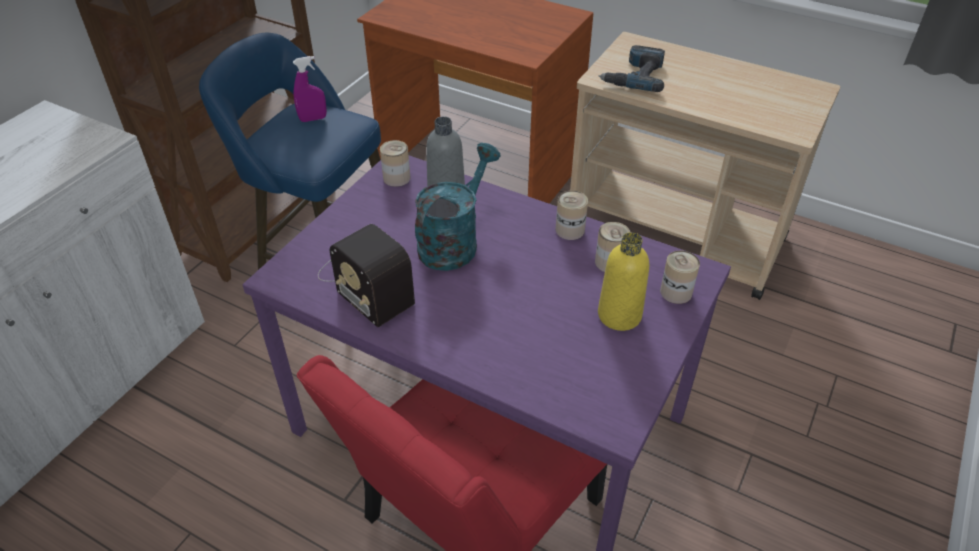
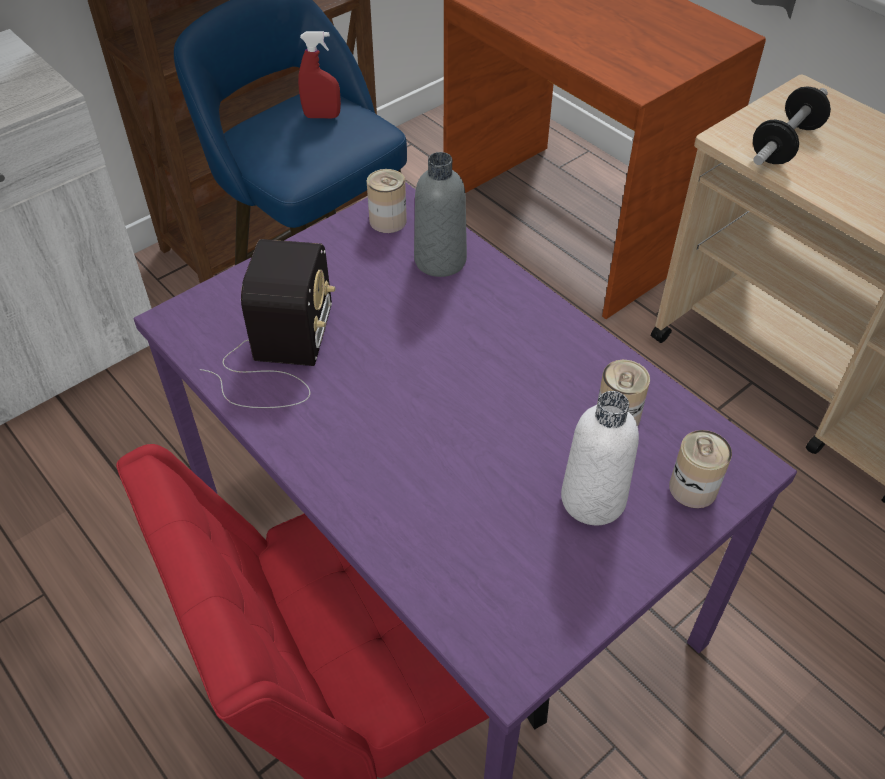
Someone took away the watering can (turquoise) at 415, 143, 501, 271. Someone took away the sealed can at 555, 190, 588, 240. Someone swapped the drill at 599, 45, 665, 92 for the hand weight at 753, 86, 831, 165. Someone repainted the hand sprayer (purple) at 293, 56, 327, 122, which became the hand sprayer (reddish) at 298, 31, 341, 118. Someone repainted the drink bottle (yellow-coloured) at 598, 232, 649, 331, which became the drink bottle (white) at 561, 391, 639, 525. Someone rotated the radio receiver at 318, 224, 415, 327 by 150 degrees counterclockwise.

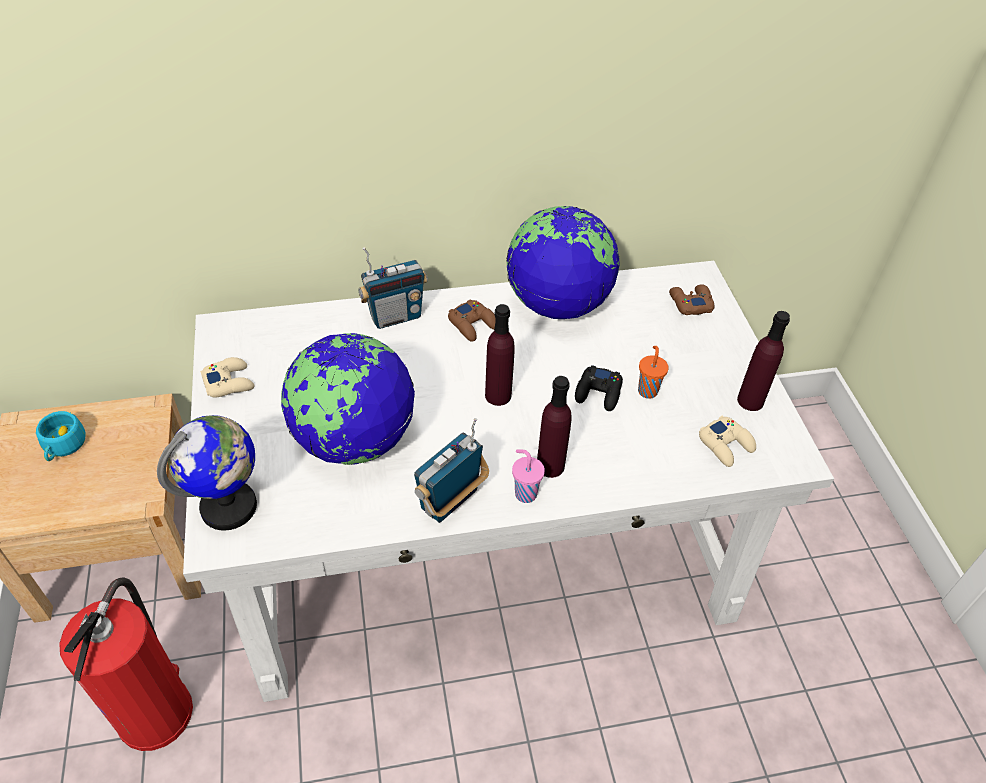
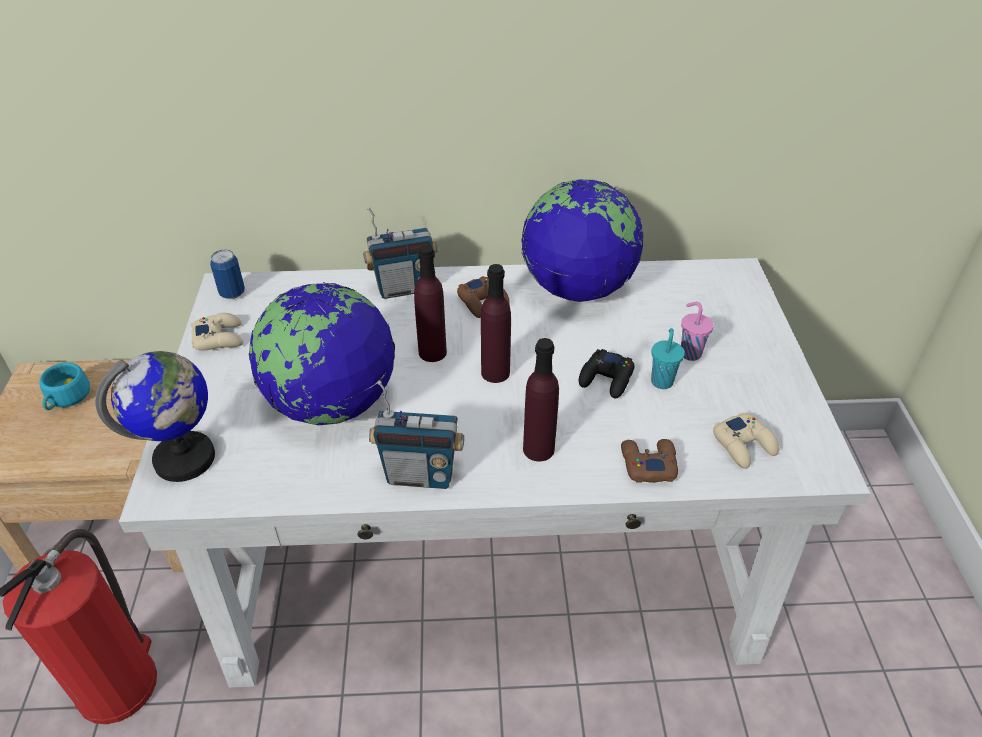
Someone put down the sealed can at 210, 249, 245, 299. Someone carried the small cup (pink) from 512, 450, 545, 503 to 681, 302, 714, 361. Someone carried the joypad (brown-coloured) from 669, 284, 715, 315 to 621, 439, 678, 483. Someone carried the drink bottle (purple) from 737, 311, 790, 411 to 414, 245, 447, 362. Someone repainted the small cup (orangey) at 638, 346, 669, 399, which became the small cup (turquoise) at 651, 328, 685, 389. Someone rotated the radio receiver at 414, 418, 489, 523 by 135 degrees counterclockwise.

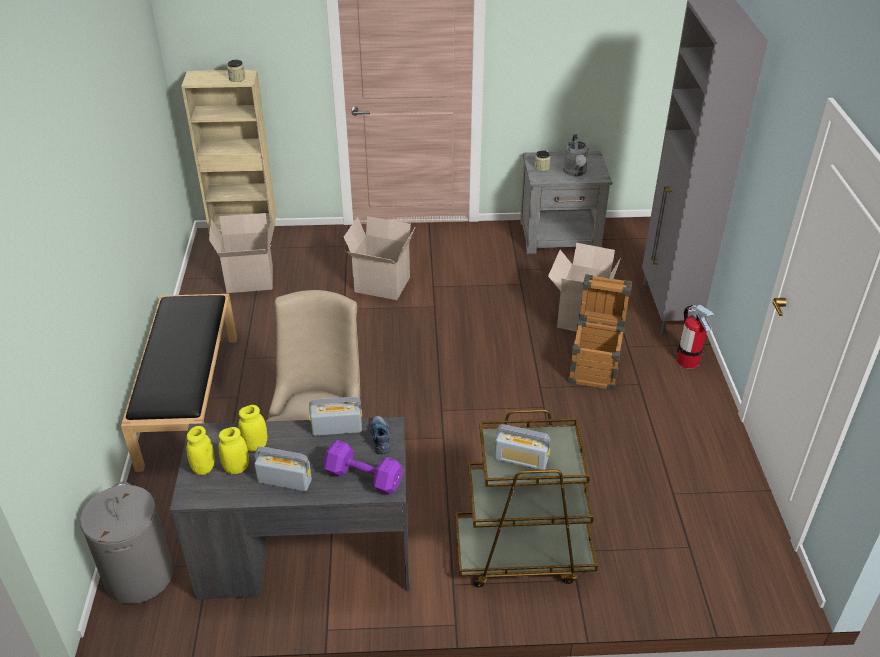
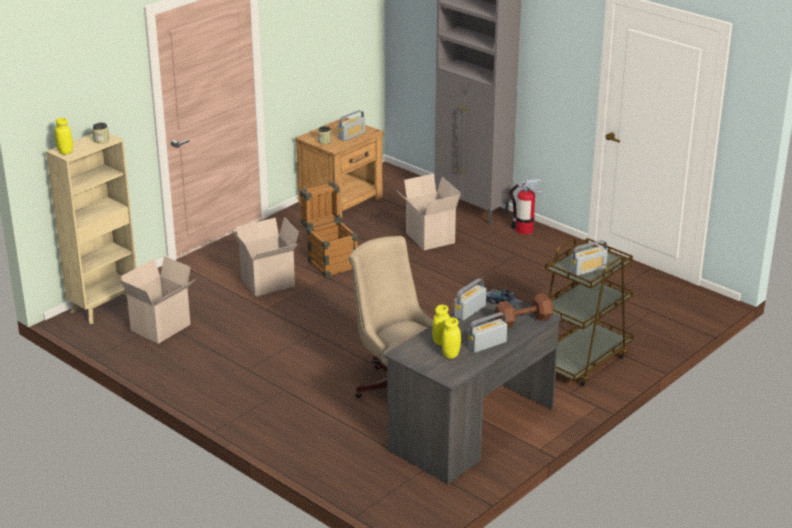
Someone took away the washing basket (gray) at 80, 482, 173, 604. Someone took away the long seat (black-coloured) at 121, 294, 237, 472. Someone carried the jar (yellow-coloured) from 186, 426, 215, 475 to 55, 118, 73, 155. Someone carried the shipping crate from 568, 274, 632, 391 to 300, 182, 358, 277. Someone swapped the watering can (gray) at 563, 134, 589, 176 for the radio receiver at 338, 110, 365, 141. Someone repainted the hand weight (purple) at 323, 440, 403, 495, which became the hand weight (brown-coloured) at 494, 294, 554, 328. Someone repainted the bedside table (gray) at 520, 151, 612, 254, which became the bedside table (brown-coloured) at 295, 117, 384, 218.

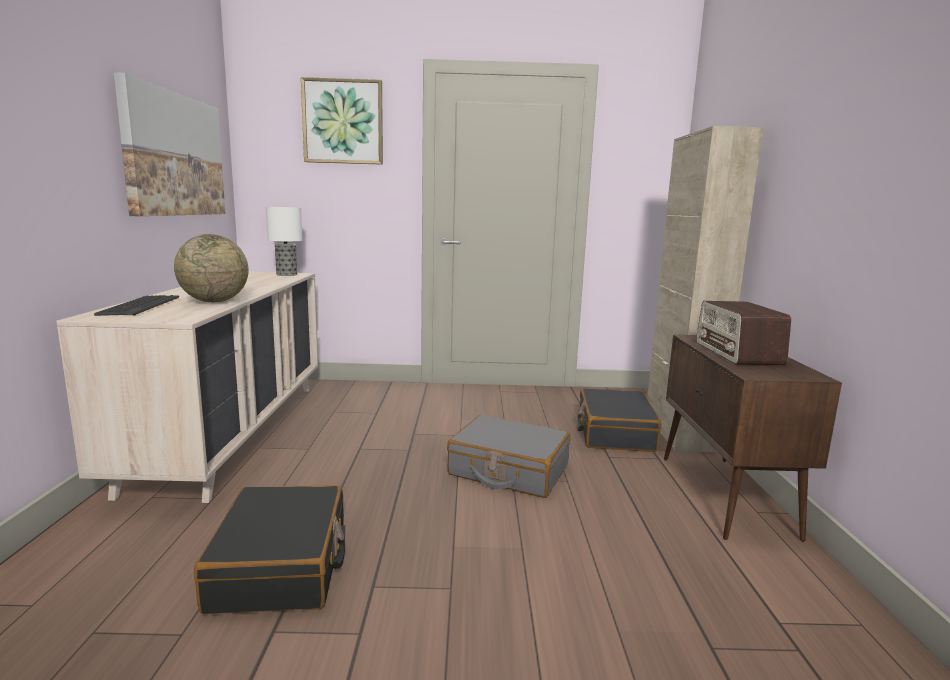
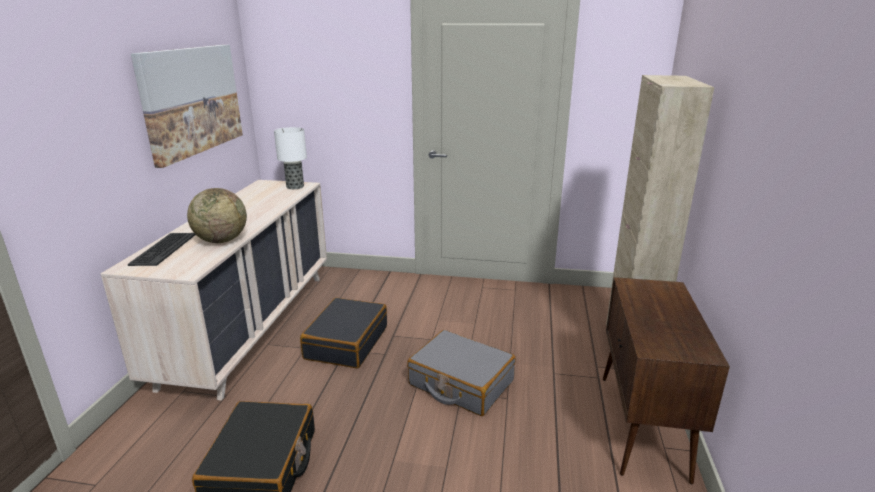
Someone took away the wall picture at 301, 77, 383, 165. Someone took away the radio receiver at 696, 301, 791, 365. Someone carried the travel case (black-coloured) from 577, 388, 661, 452 to 300, 298, 387, 368.

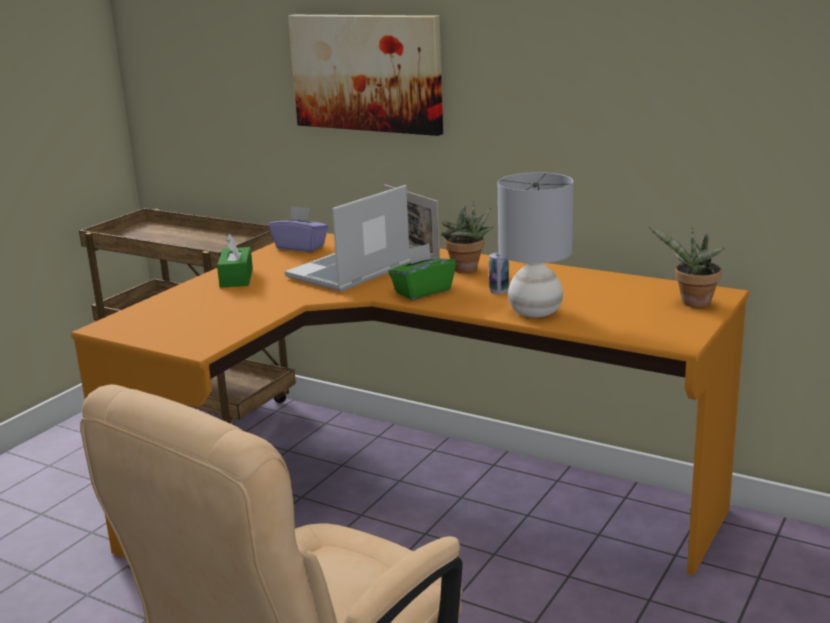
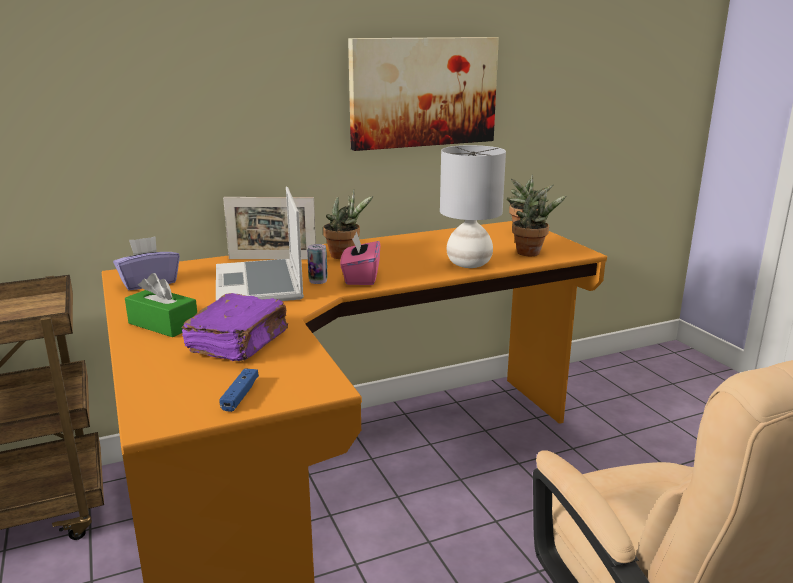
Someone put down the volume (purple) at 182, 293, 288, 361. Someone put down the joypad (bluish) at 219, 368, 259, 412. Someone put down the potted plant at 512, 188, 566, 256. Someone carried the wall picture from 288, 15, 443, 136 to 348, 37, 499, 151. Someone carried the sealed can from 489, 252, 509, 294 to 307, 244, 328, 284. Someone repainted the tissue holder (greenish) at 389, 243, 456, 300, which became the tissue holder (pink) at 340, 232, 380, 285.

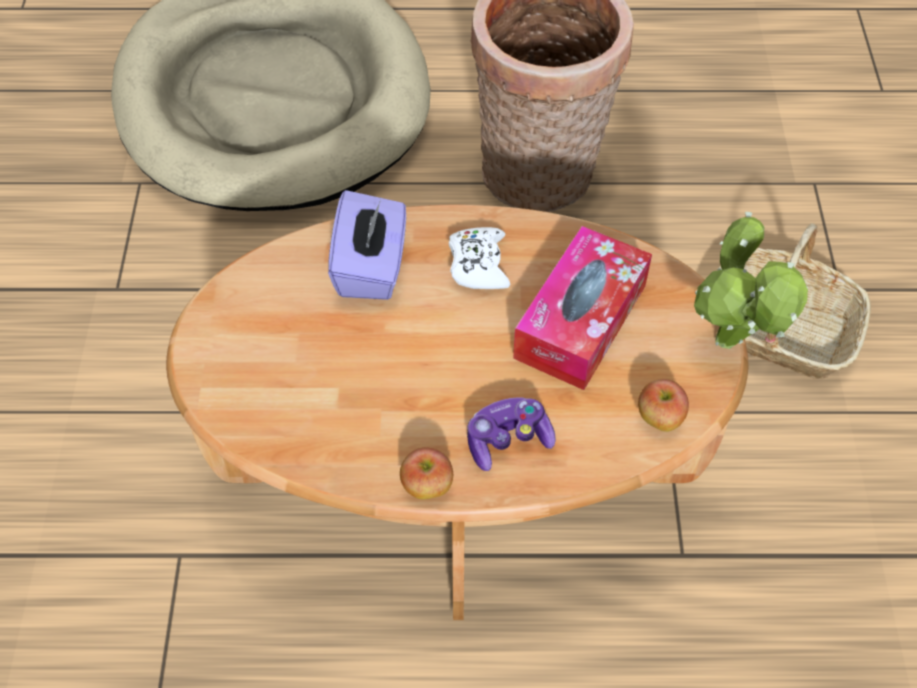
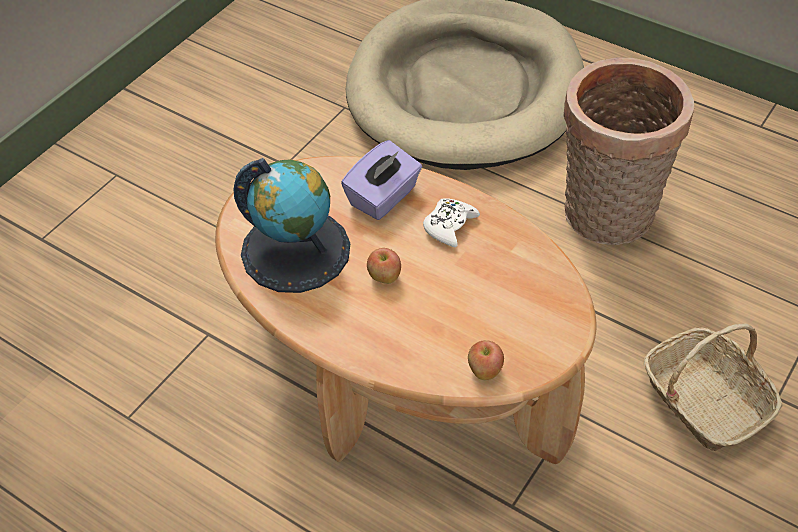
Someone took away the joypad at 467, 398, 556, 471. Someone took away the tissue holder at 513, 226, 652, 390. Someone took away the potted plant at 694, 212, 808, 349. Someone put down the desk globe at 233, 158, 350, 293. Someone carried the apple fruit from 400, 447, 453, 499 to 367, 248, 401, 284.

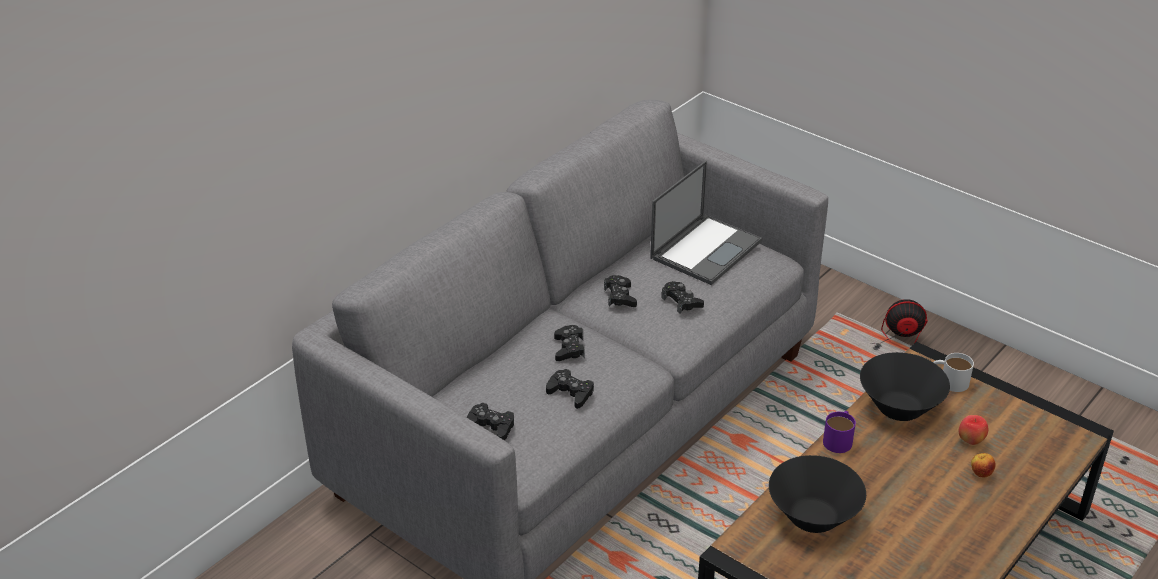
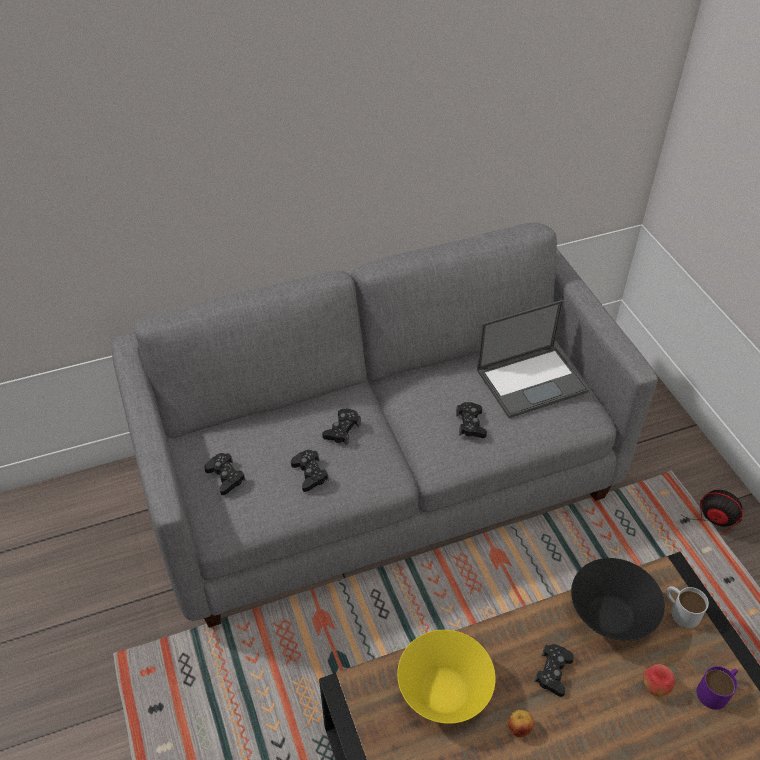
Someone carried the joypad (black-coloured) from 604, 275, 637, 307 to 534, 644, 574, 697. Someone carried the mug (purple) from 823, 411, 856, 453 to 697, 666, 738, 710. Someone carried the apple fruit from 971, 453, 996, 477 to 508, 709, 534, 737. Someone repainted the serving bowl (black-coloured) at 769, 455, 866, 533, which became the serving bowl (yellow-coloured) at 397, 630, 496, 724.

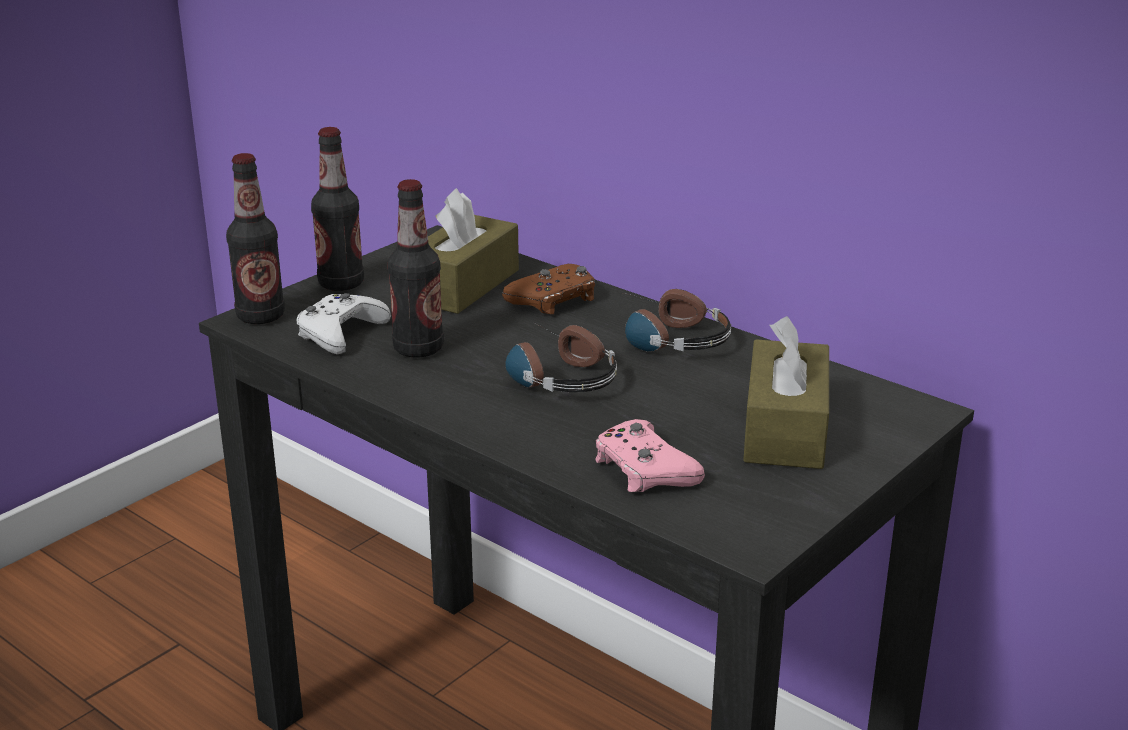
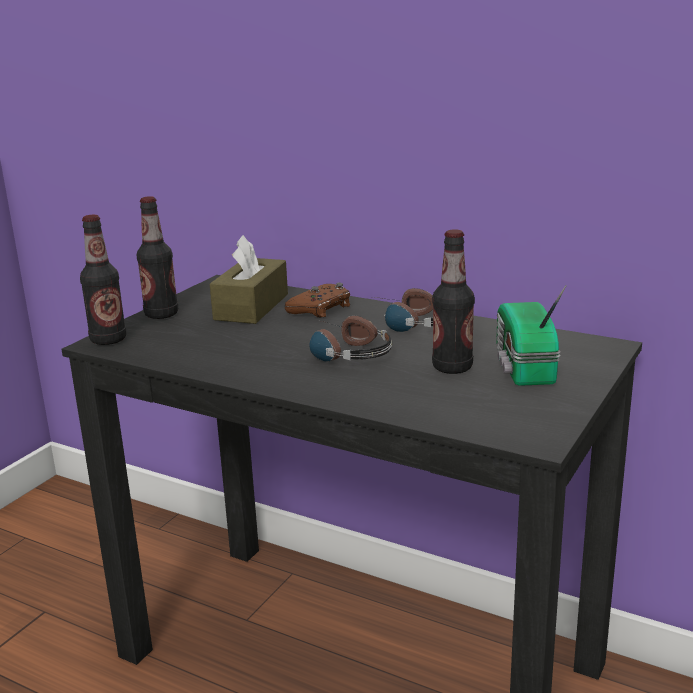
Someone took away the joypad (white) at 296, 293, 391, 354. Someone took away the joypad (pink) at 595, 419, 705, 492. Someone carried the drink bottle from 388, 179, 444, 357 to 432, 229, 475, 374. Someone swapped the tissue holder (brown-coloured) at 743, 316, 829, 469 for the radio receiver at 496, 285, 567, 386.

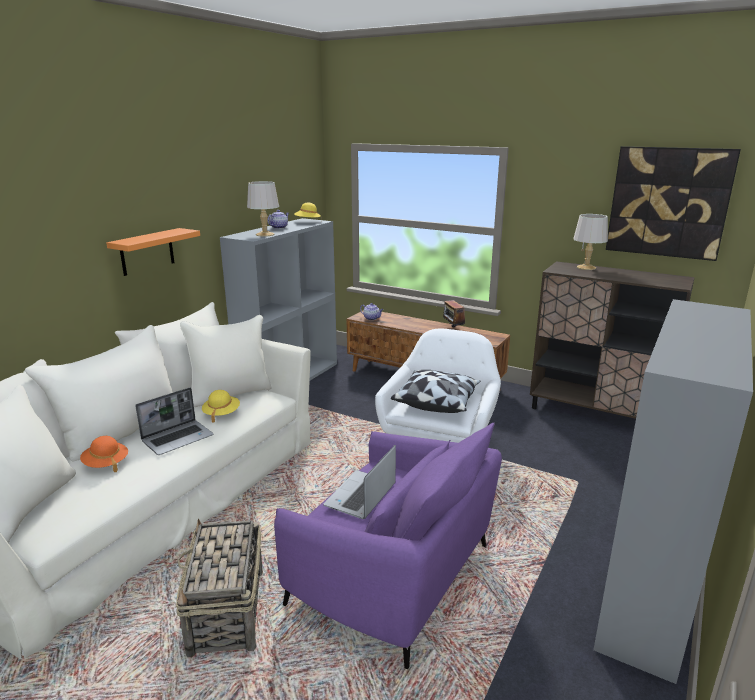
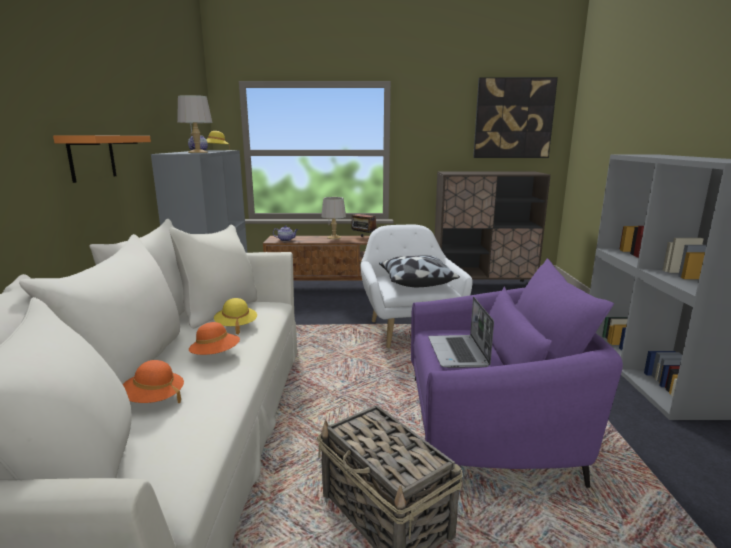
Someone carried the tabletop lamp (gray) from 573, 214, 608, 270 to 321, 197, 346, 239. Someone swapped the portable computer at 135, 387, 213, 455 for the clothing hat (orangey) at 189, 322, 240, 355.

